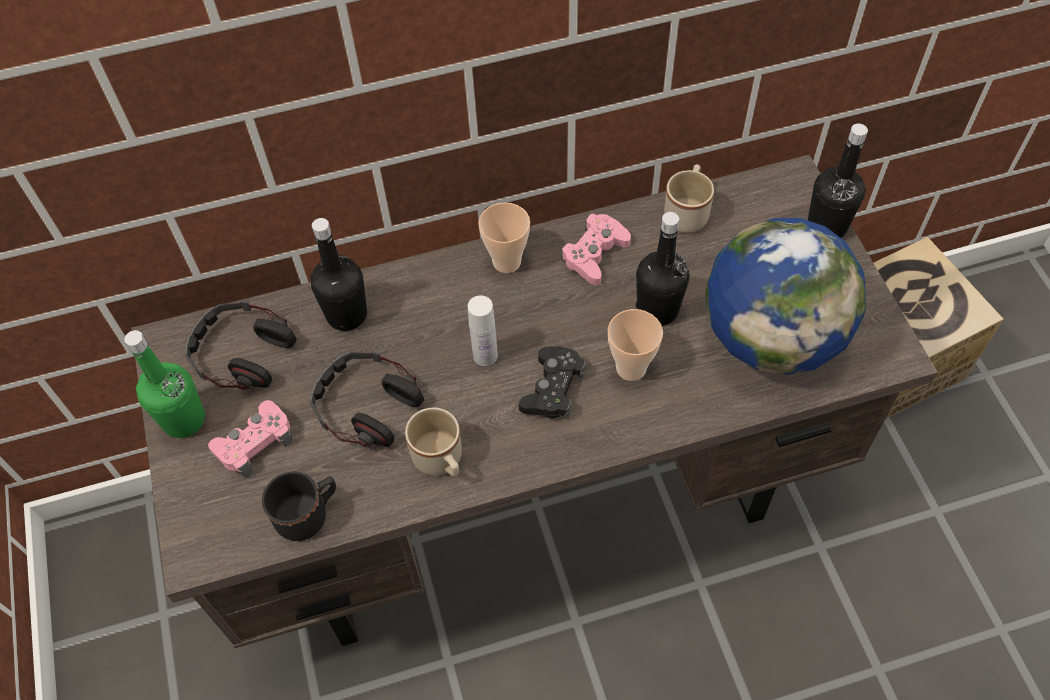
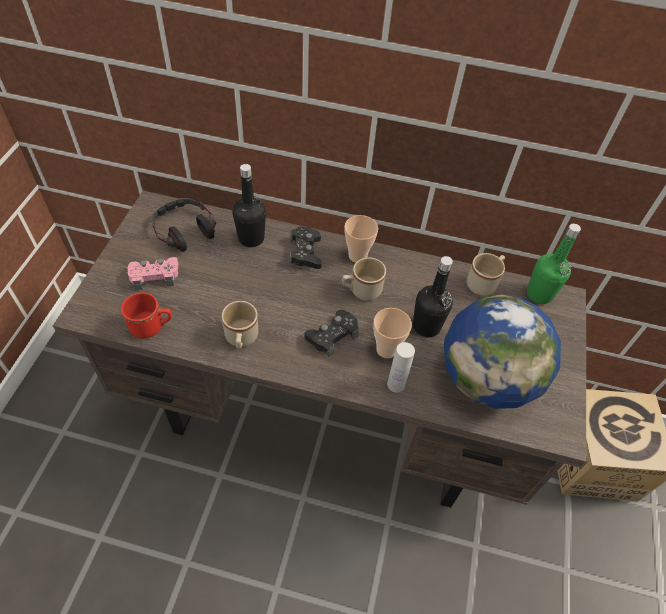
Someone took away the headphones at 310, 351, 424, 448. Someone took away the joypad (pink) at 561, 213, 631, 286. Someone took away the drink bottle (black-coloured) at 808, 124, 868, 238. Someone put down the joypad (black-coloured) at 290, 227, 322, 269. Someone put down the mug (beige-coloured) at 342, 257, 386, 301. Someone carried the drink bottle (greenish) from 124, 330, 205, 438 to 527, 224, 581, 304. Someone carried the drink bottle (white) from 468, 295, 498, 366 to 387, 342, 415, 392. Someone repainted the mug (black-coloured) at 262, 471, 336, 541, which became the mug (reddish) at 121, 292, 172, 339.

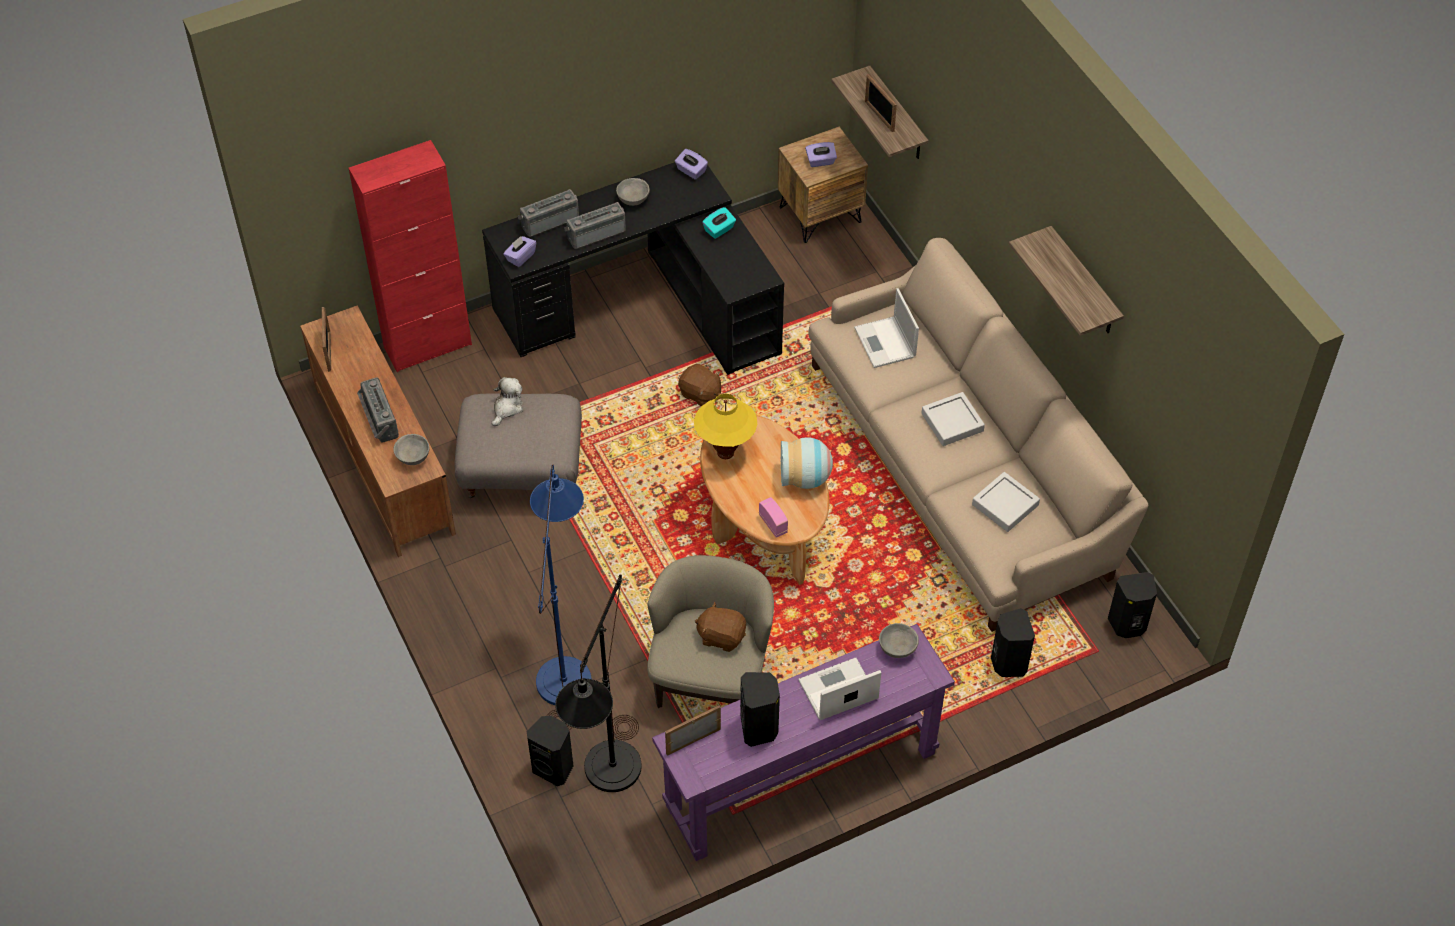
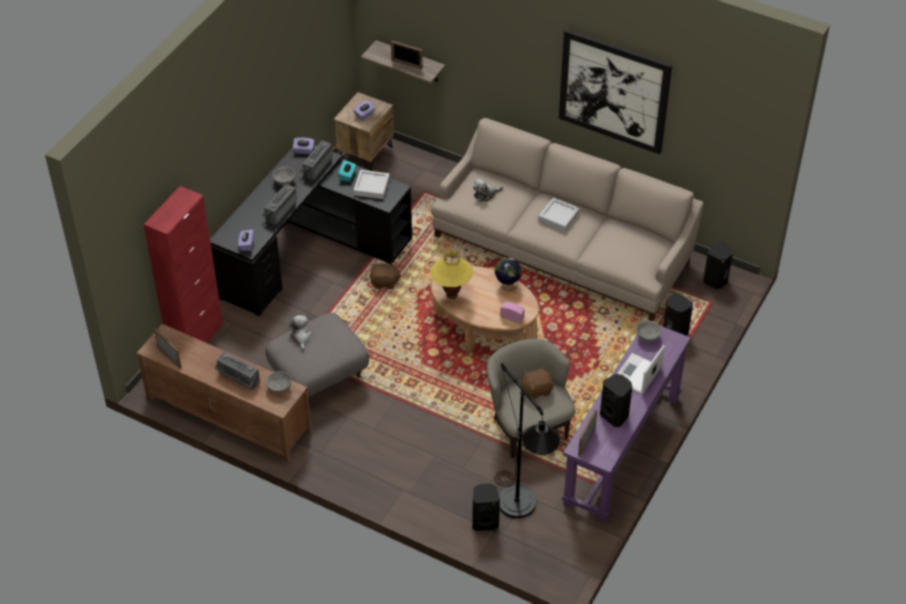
Someone took away the standing lamp (bluish) at 530, 464, 591, 730. Someone carried the radio receiver from 518, 189, 579, 237 to 300, 140, 332, 180. Someone carried the carrying tray (gray) from 972, 472, 1040, 532 to 353, 170, 390, 199. Someone swapped the vase at 781, 438, 833, 489 for the desk globe at 495, 258, 521, 290. Someone swapped the portable computer at 854, 288, 919, 368 for the plush toy at 473, 178, 503, 202. Someone swapped the wall shelf at 1009, 226, 1124, 336 for the wall picture at 559, 29, 672, 154.

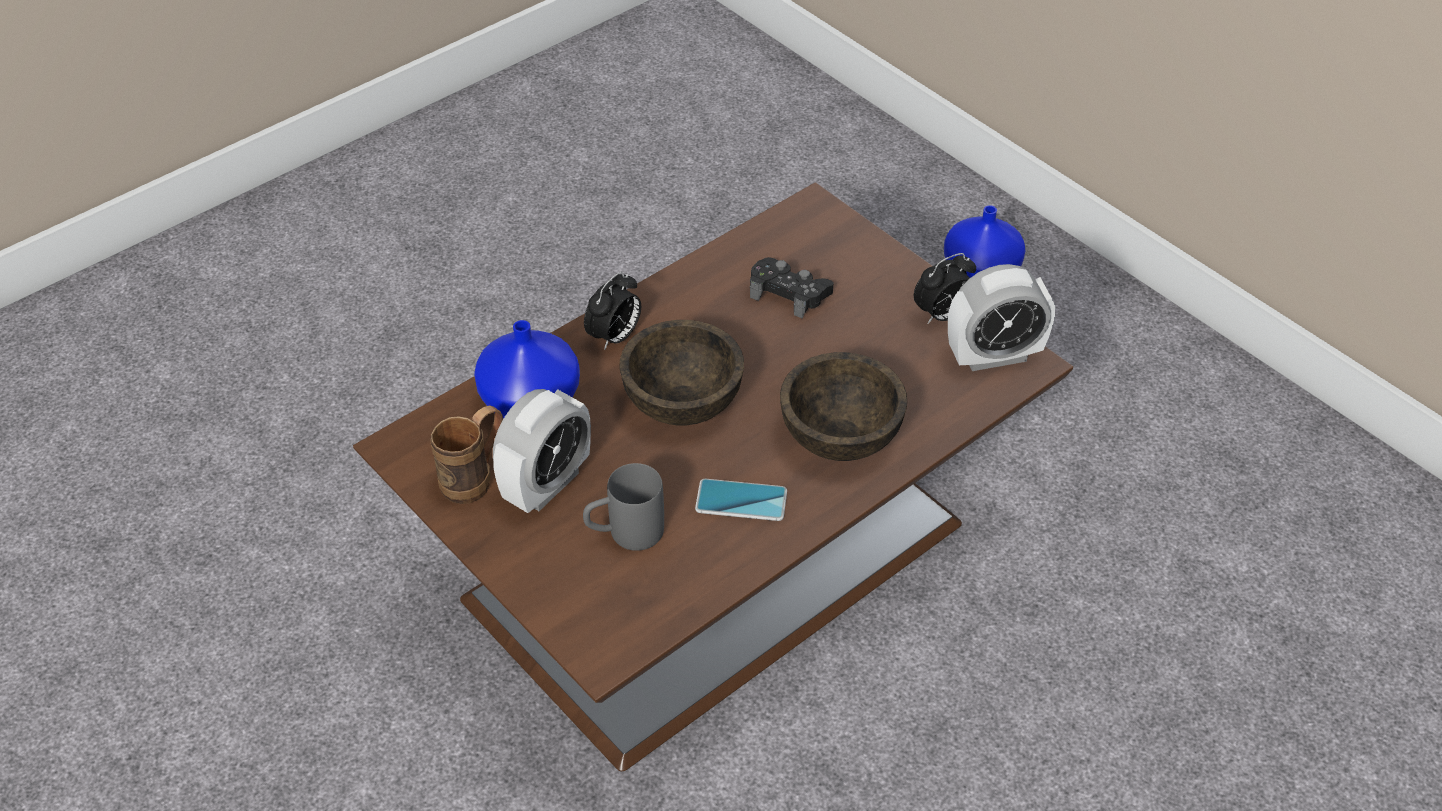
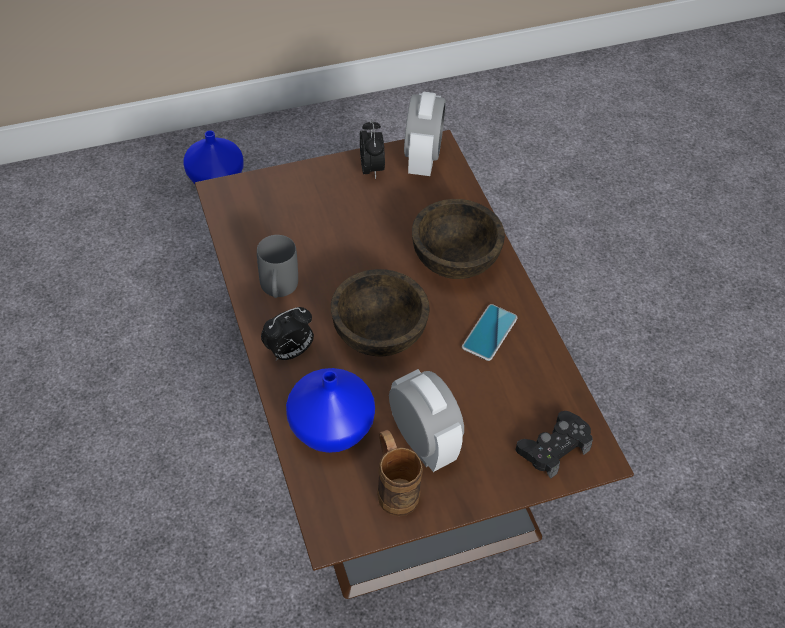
Someone carried the mug (gray) from 583, 463, 664, 551 to 257, 235, 298, 298. Someone carried the joypad (black-coloured) from 750, 257, 834, 319 to 516, 411, 593, 479. Someone rotated the bedside clock at 584, 272, 641, 350 by 90 degrees clockwise.

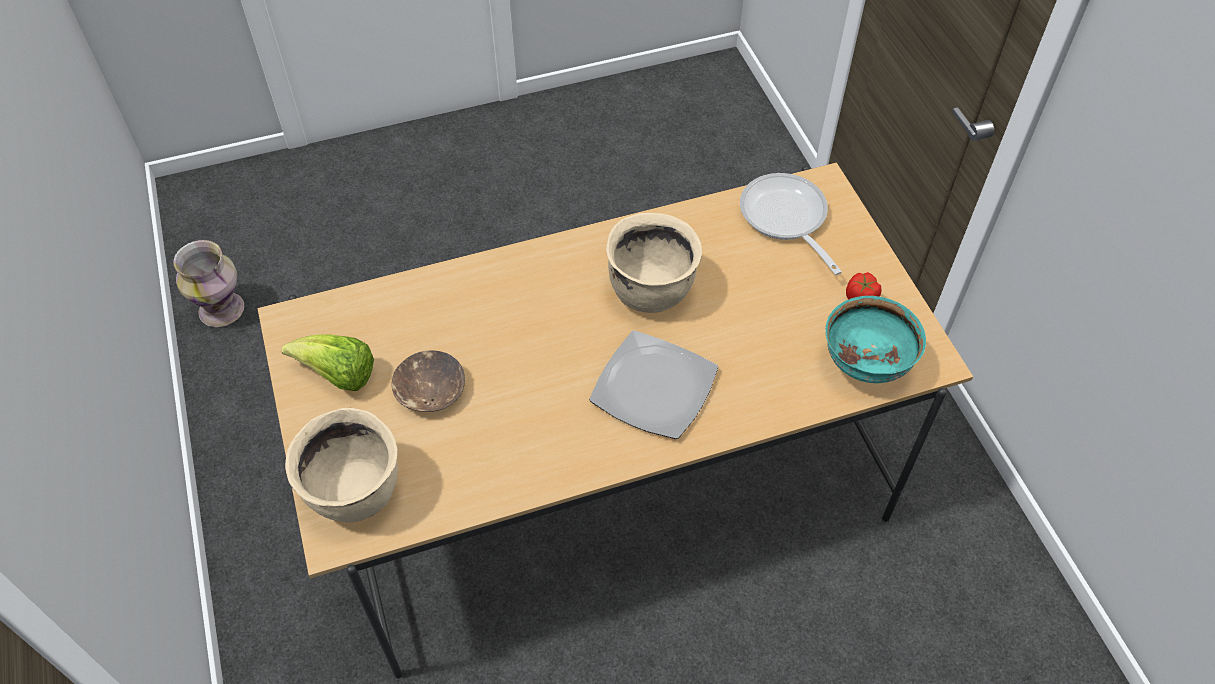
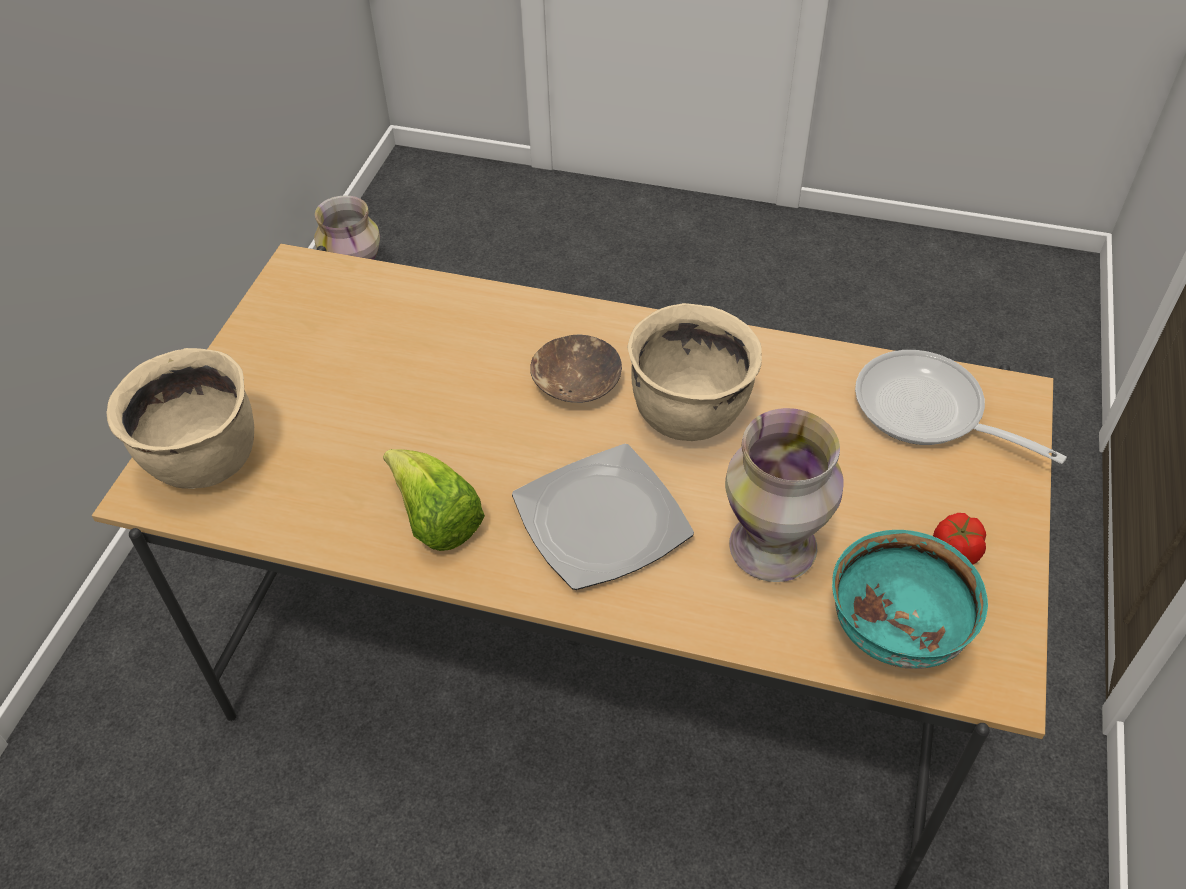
Someone put down the vase at 725, 408, 844, 582. Someone carried the lettuce head from 281, 334, 374, 391 to 383, 449, 485, 551. Someone carried the serving bowl (brown-coloured) from 391, 350, 465, 412 to 530, 334, 622, 403. Someone rotated the frying pan at 740, 173, 842, 275 by 60 degrees counterclockwise.

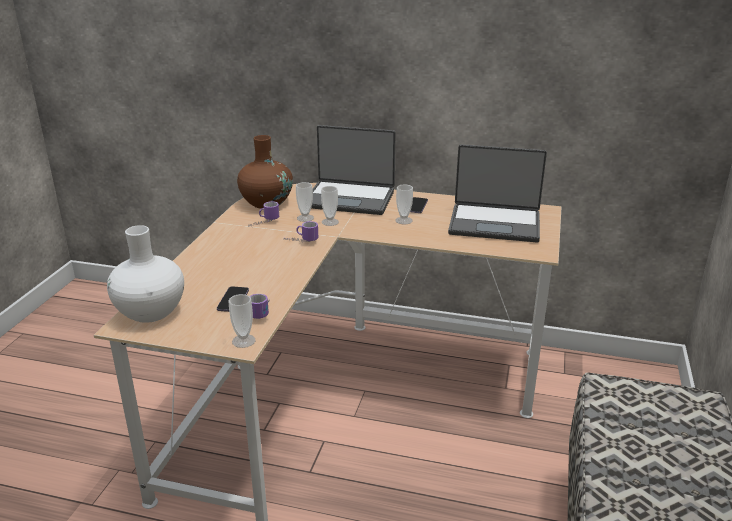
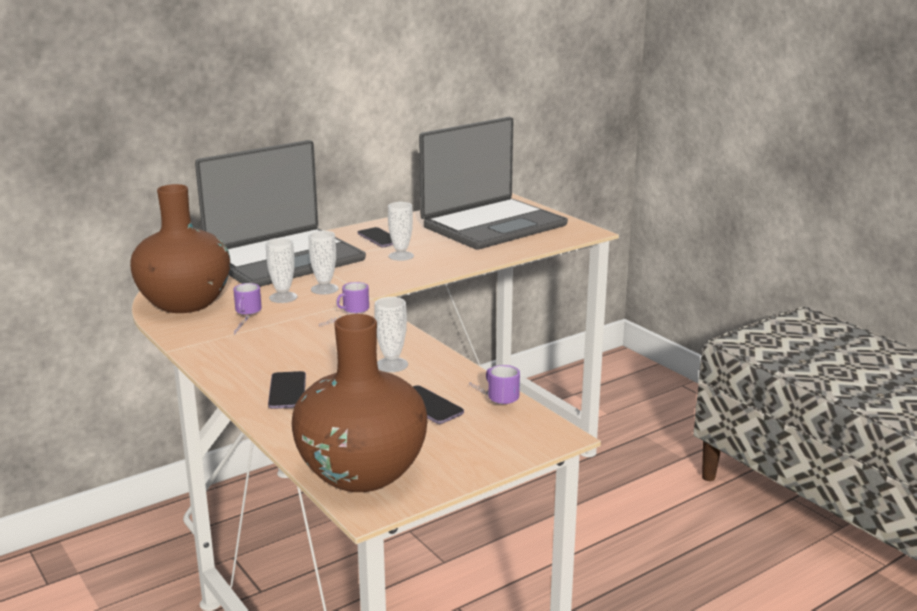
Someone put down the phone at 268, 371, 306, 409. Someone carried the small cup from 229, 294, 256, 348 to 374, 297, 408, 372. Someone repainted the vase (white) at 107, 225, 184, 323, which became the vase (brown-coloured) at 292, 314, 427, 492.

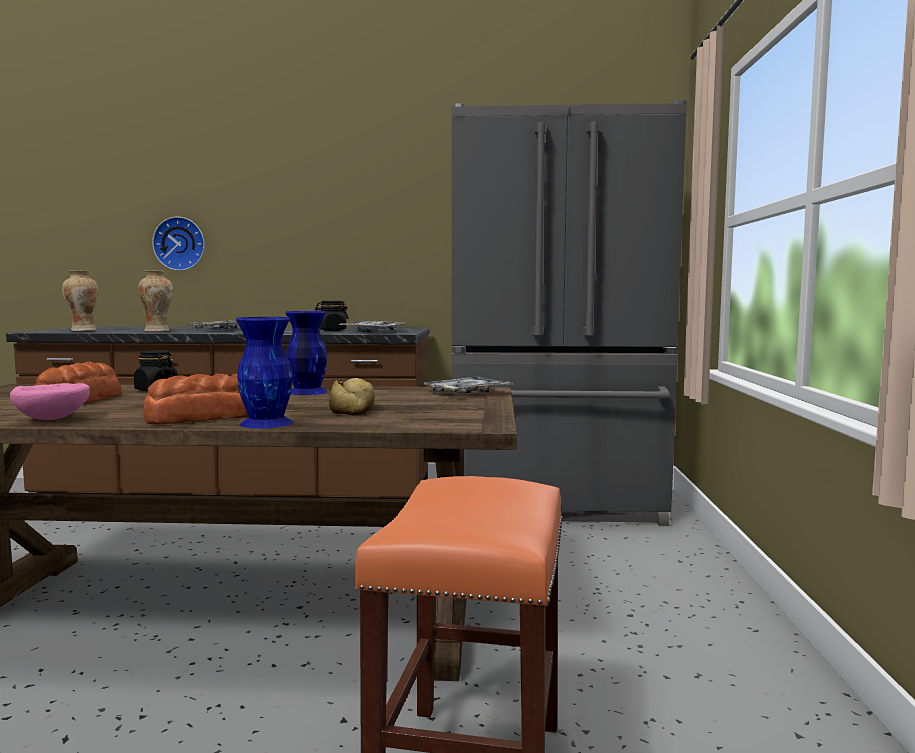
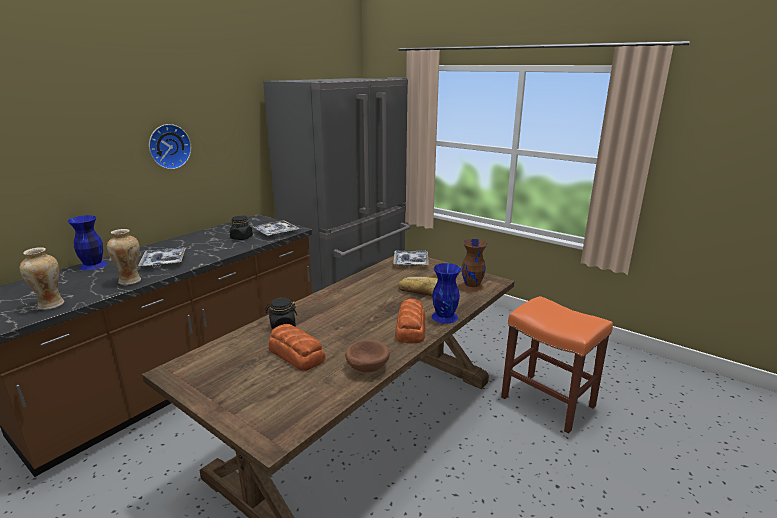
Someone put down the vase (brown-coloured) at 461, 239, 487, 292. Someone carried the clock on the wall from 152, 217, 205, 271 to 149, 124, 191, 169. Someone carried the vase (bluish) from 285, 311, 328, 395 to 68, 215, 107, 270. Someone repainted the serving bowl (pink) at 10, 383, 90, 420, which became the serving bowl (brown-coloured) at 345, 339, 390, 372.

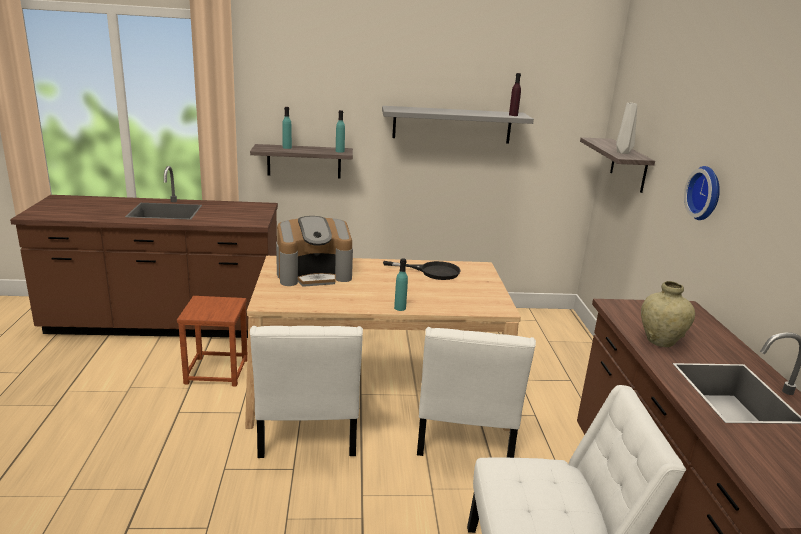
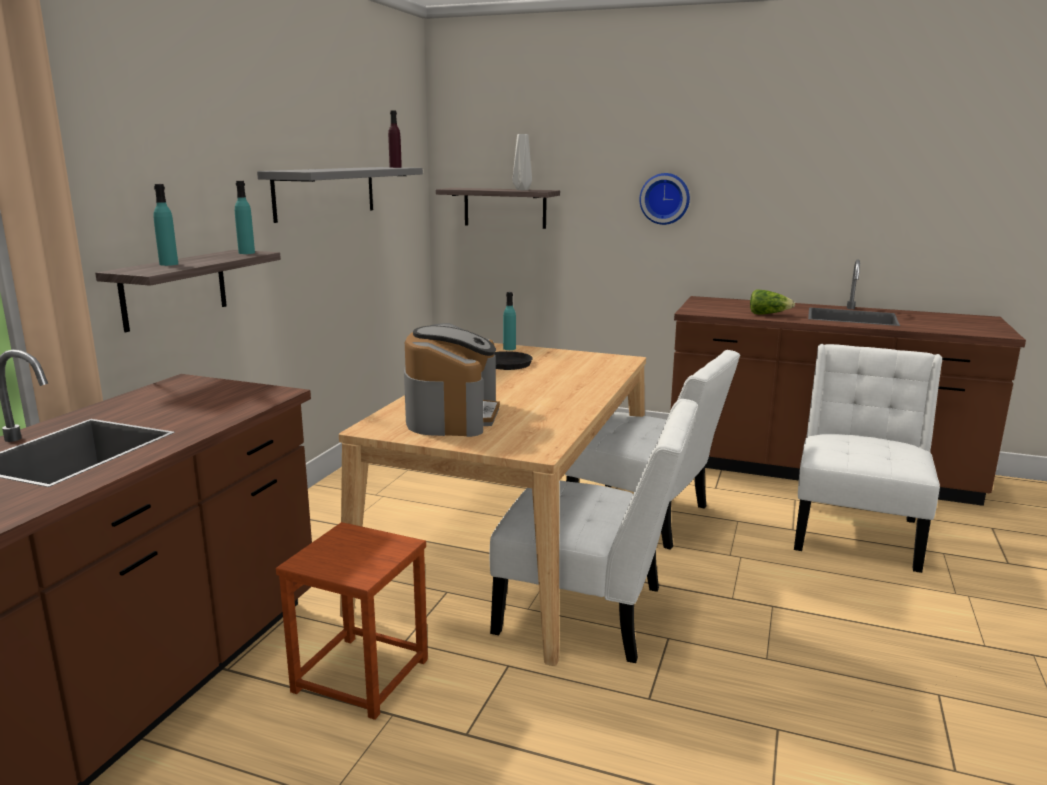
Someone carried the drink bottle (turquoise) from 394, 259, 408, 311 to 503, 292, 516, 350. Someone swapped the vase (beige-coloured) at 641, 281, 695, 347 for the lettuce head at 750, 289, 795, 315.

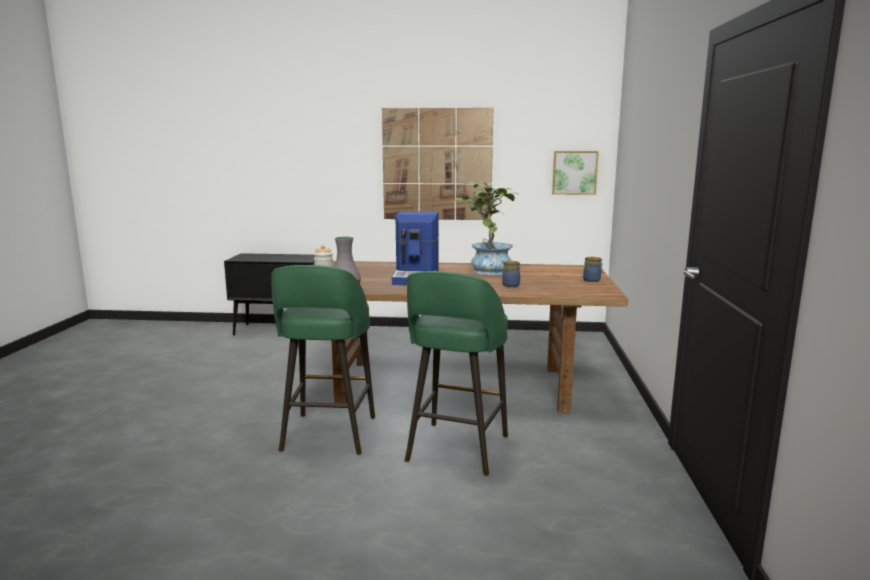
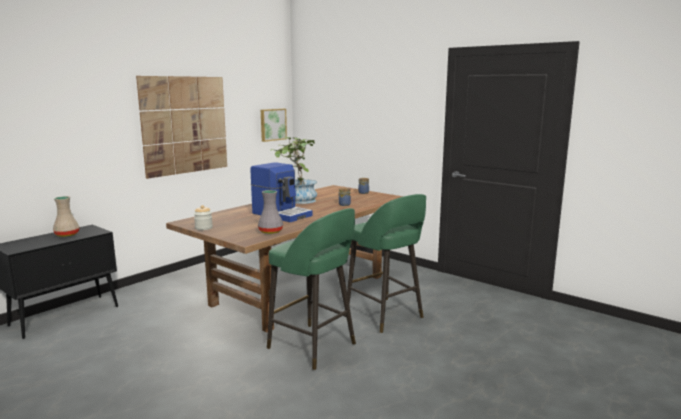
Someone put down the vase (beige-coloured) at 53, 196, 80, 237.

